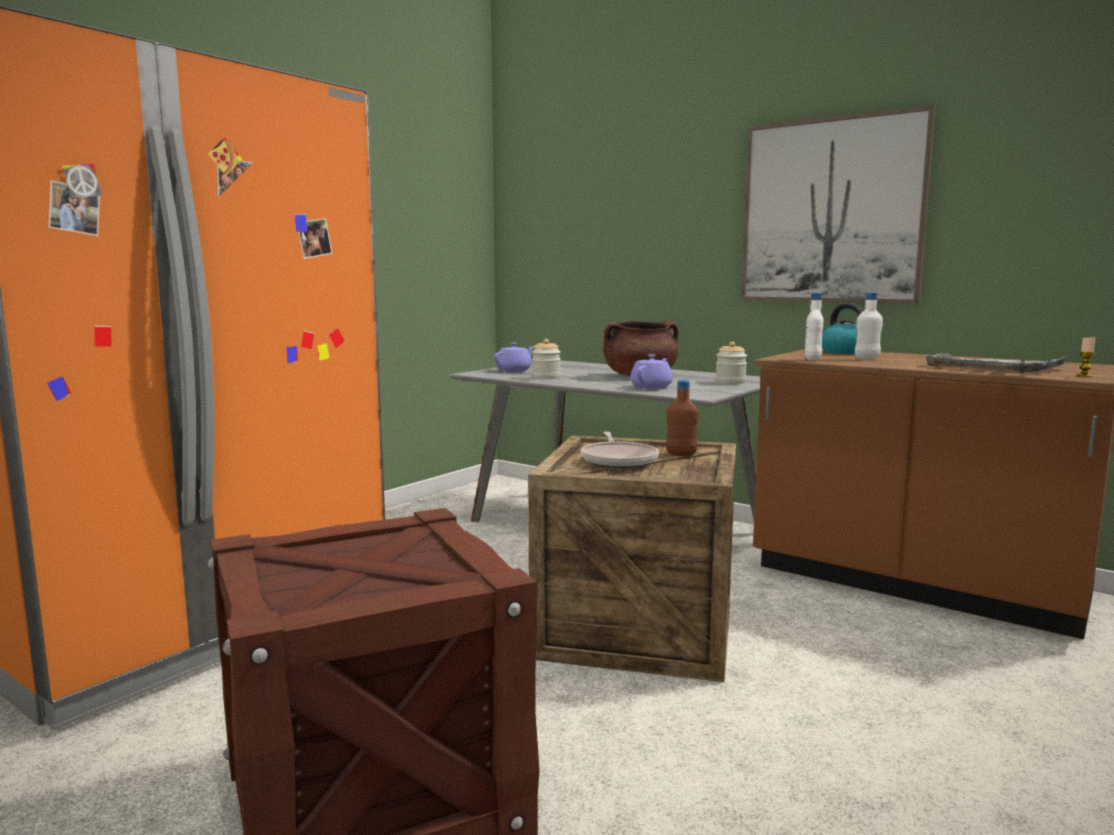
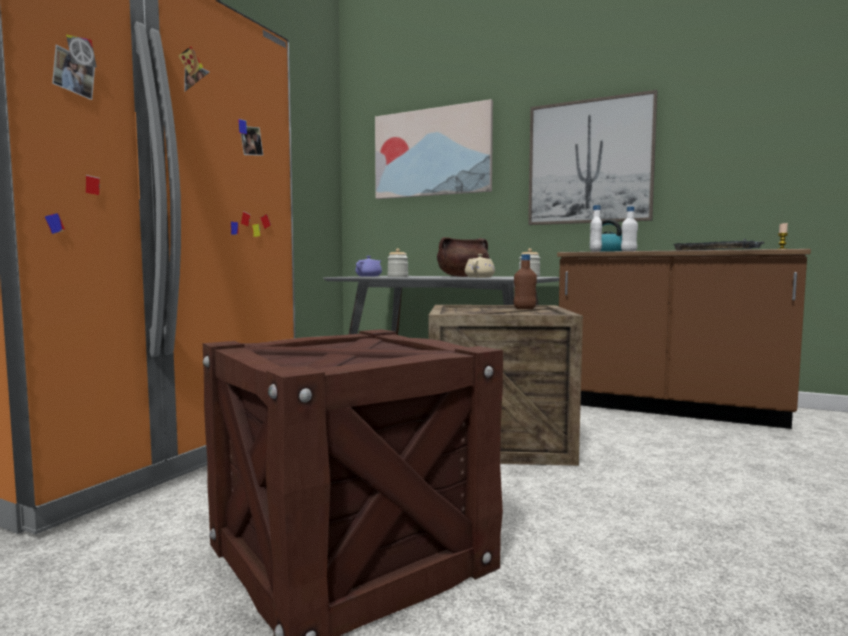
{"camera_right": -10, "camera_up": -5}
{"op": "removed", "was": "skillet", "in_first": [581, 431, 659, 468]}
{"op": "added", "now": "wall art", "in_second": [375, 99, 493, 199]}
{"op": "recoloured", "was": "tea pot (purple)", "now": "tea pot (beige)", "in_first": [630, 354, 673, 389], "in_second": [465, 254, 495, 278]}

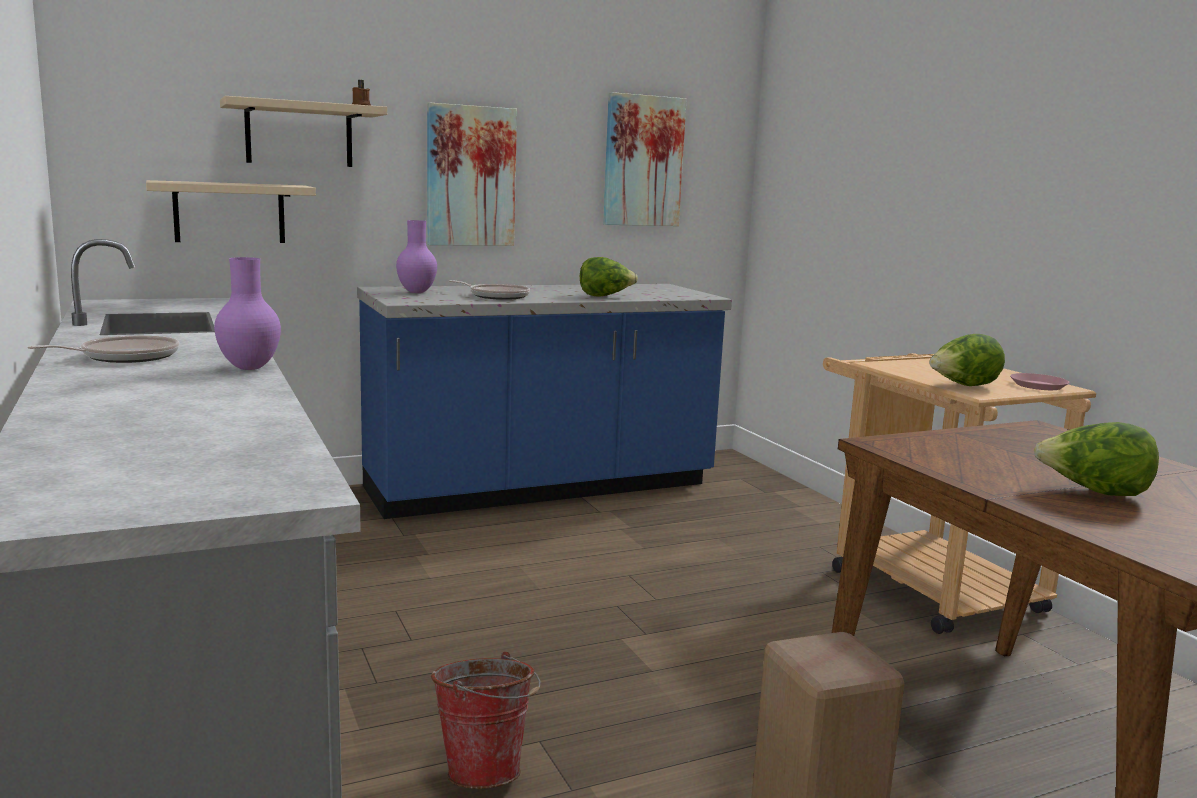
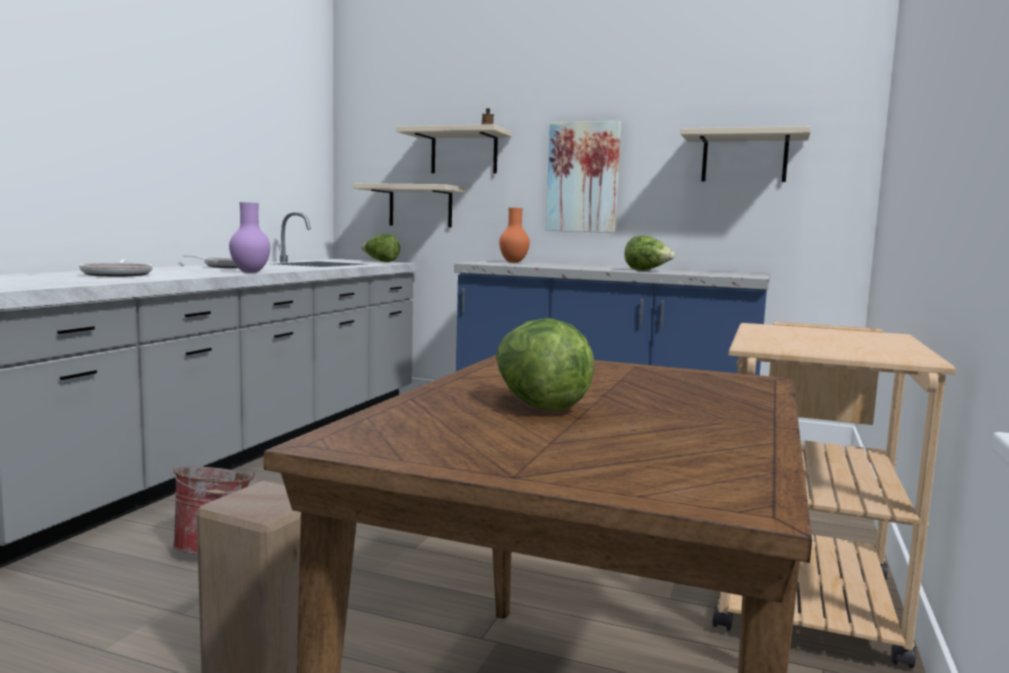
{"camera_right": 45, "camera_up": -5}
{"op": "removed", "was": "plate (pink)", "in_first": [1010, 373, 1069, 390]}
{"op": "moved", "was": "skillet", "in_first": [449, 280, 530, 300], "in_second": [79, 259, 153, 277]}
{"op": "moved", "was": "lettuce head", "in_first": [929, 334, 1005, 386], "in_second": [361, 234, 400, 262]}
{"op": "replaced", "was": "wall art", "now": "wall shelf (beige)", "in_first": [603, 92, 687, 226], "in_second": [680, 126, 811, 182]}
{"op": "recoloured", "was": "decorative vase (purple)", "now": "decorative vase (orangey)", "in_first": [396, 220, 437, 293], "in_second": [499, 208, 530, 263]}

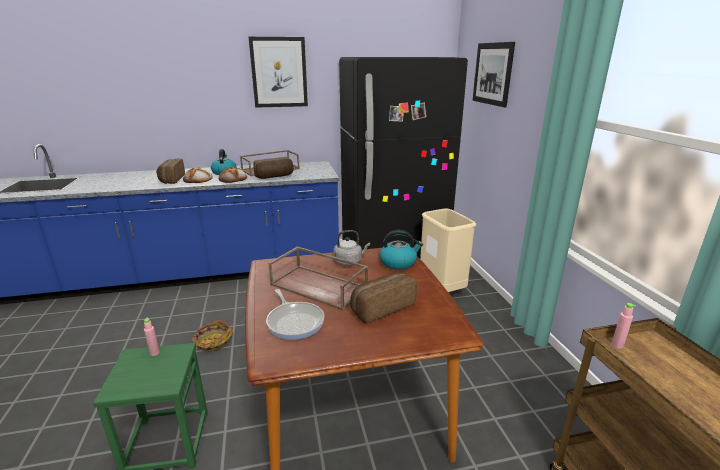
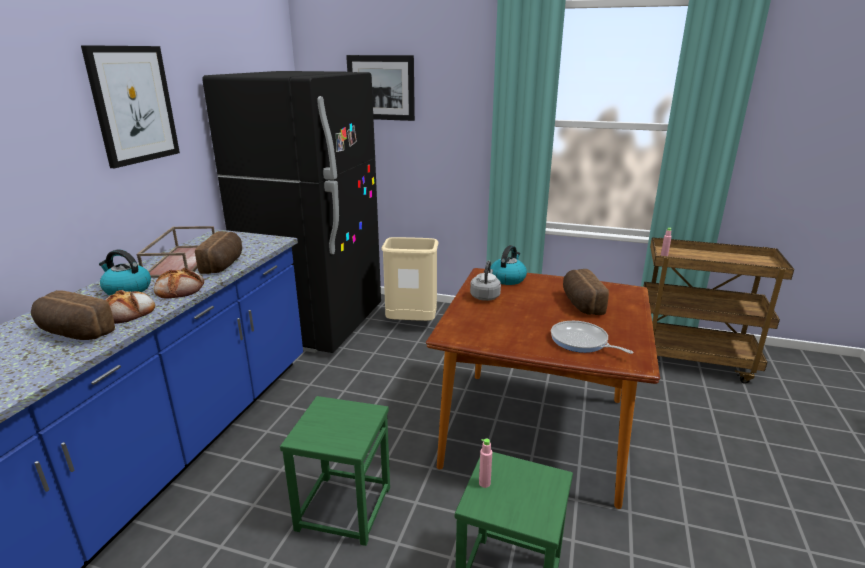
{"camera_right": -60, "camera_up": 0}
{"op": "removed", "was": "serving tray (brown)", "in_first": [268, 246, 368, 310]}
{"op": "replaced", "was": "household basket", "now": "sitting stool (green)", "in_first": [192, 320, 233, 352], "in_second": [280, 396, 390, 546]}
{"op": "turned", "was": "skillet", "in_first": [266, 289, 324, 340], "in_second": [551, 321, 633, 354], "clockwise": -135}

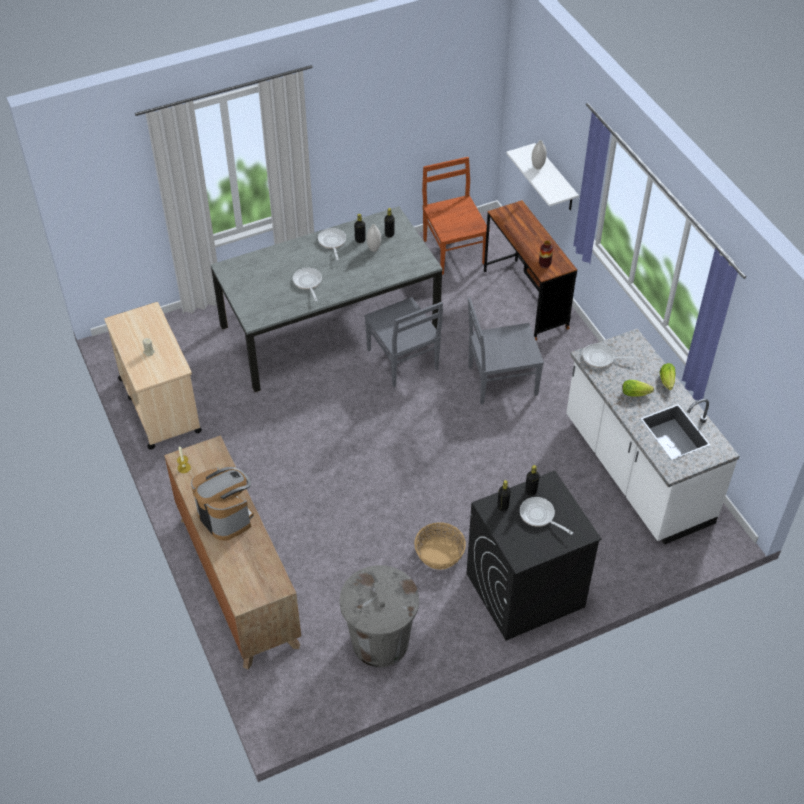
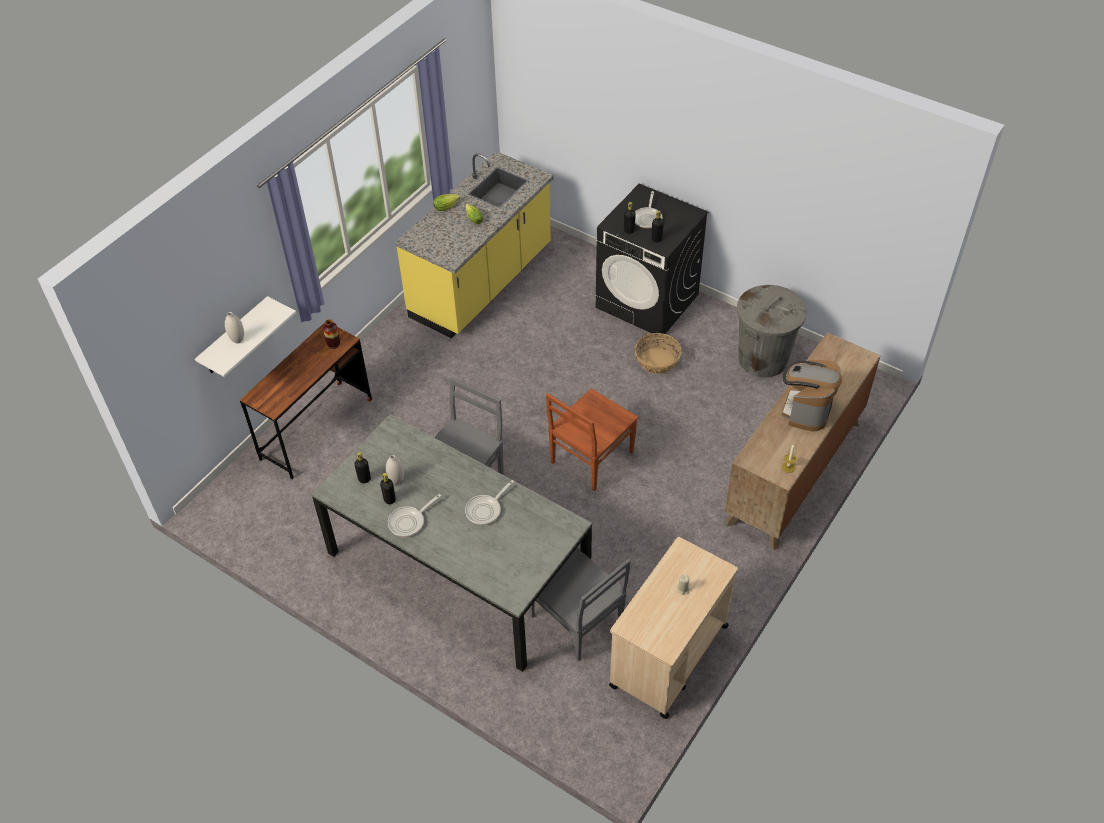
{"camera_right": -120, "camera_up": 0}
{"op": "removed", "was": "skillet", "in_first": [583, 343, 638, 368]}
{"op": "moved", "was": "chair (brown)", "in_first": [422, 157, 490, 275], "in_second": [546, 388, 638, 491]}
{"op": "moved", "was": "chair (gray)", "in_first": [468, 298, 544, 404], "in_second": [529, 548, 631, 661]}
{"op": "recoloured", "was": "kitchen base unit (white-coloured)", "now": "kitchen base unit (yellow)", "in_first": [566, 329, 740, 545], "in_second": [395, 151, 554, 338]}

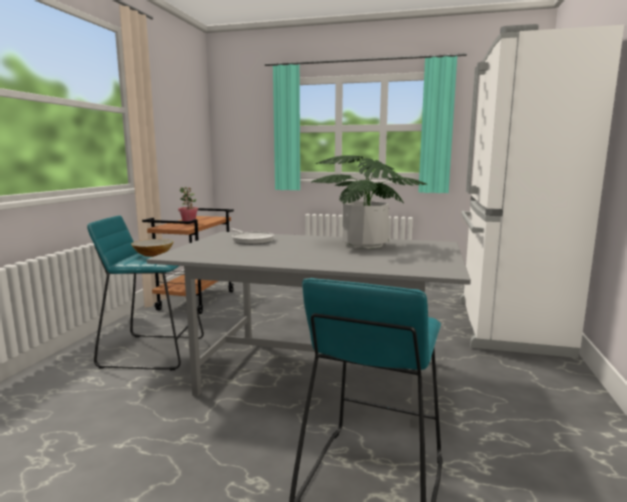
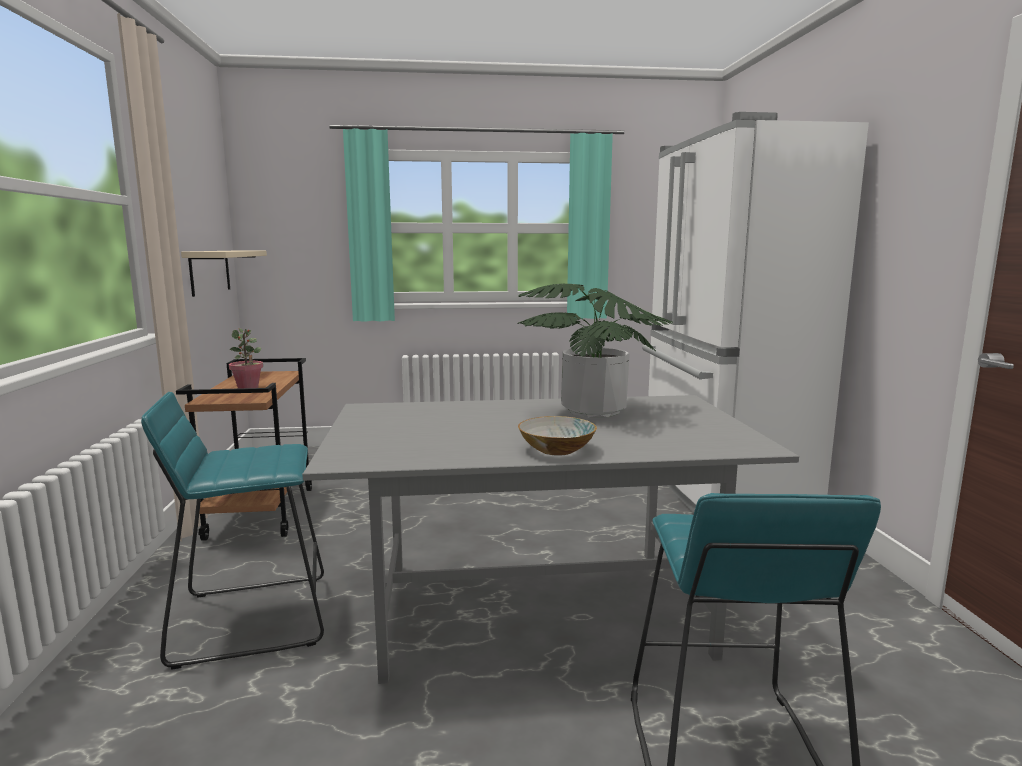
{"camera_right": -20, "camera_up": 0}
{"op": "removed", "was": "skillet", "in_first": [230, 229, 274, 245]}
{"op": "added", "now": "wall shelf (beige)", "in_second": [181, 251, 267, 297]}
{"op": "moved", "was": "serving bowl", "in_first": [131, 239, 174, 257], "in_second": [518, 416, 597, 456]}

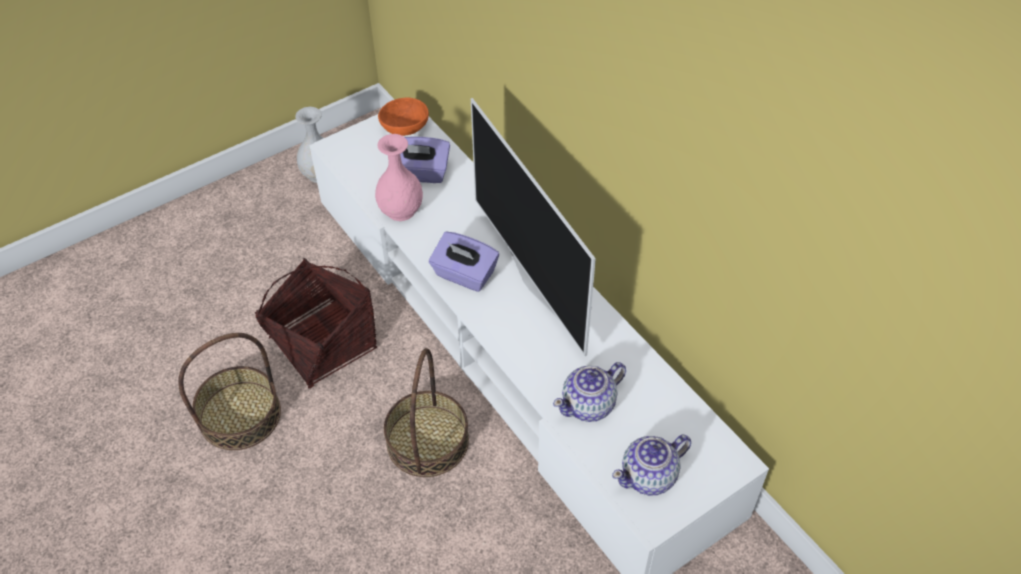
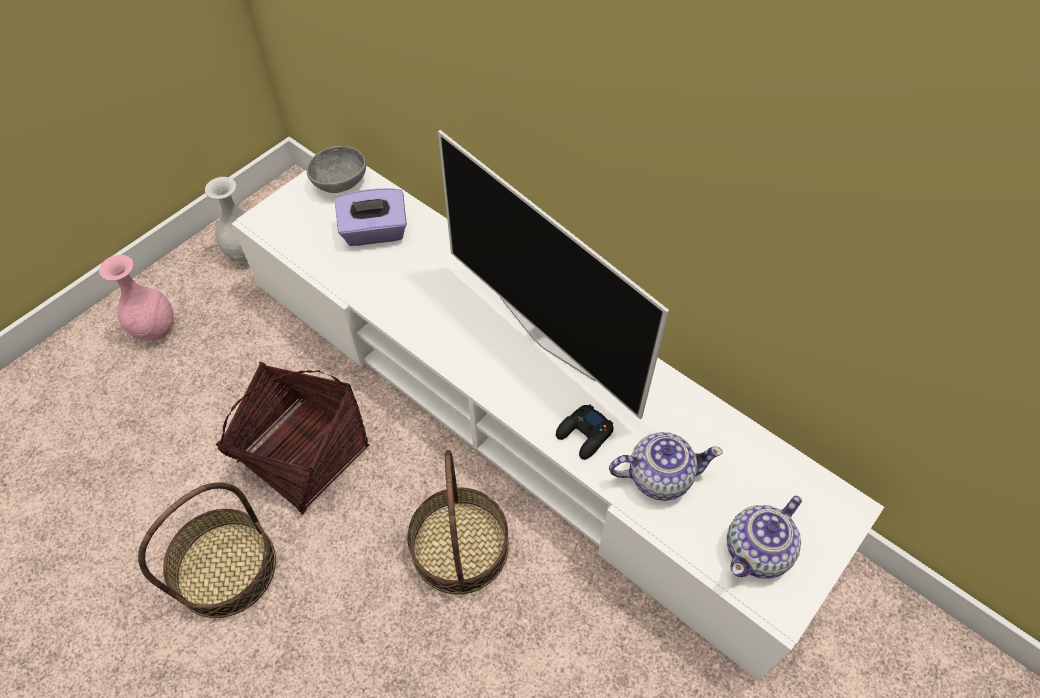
{"camera_right": -15, "camera_up": 5}
{"op": "removed", "was": "tissue holder (purple)", "in_first": [429, 232, 499, 292]}
{"op": "added", "now": "game controller (blackish)", "in_second": [556, 404, 614, 460]}
{"op": "moved", "was": "decorative vase (pink)", "in_first": [375, 134, 423, 221], "in_second": [99, 255, 174, 341]}
{"op": "recoloured", "was": "serving bowl (orangey)", "now": "serving bowl (gray)", "in_first": [378, 97, 429, 136], "in_second": [306, 146, 366, 193]}
{"op": "turned", "was": "tea pot", "in_first": [553, 362, 626, 422], "in_second": [609, 432, 723, 501], "clockwise": -135}

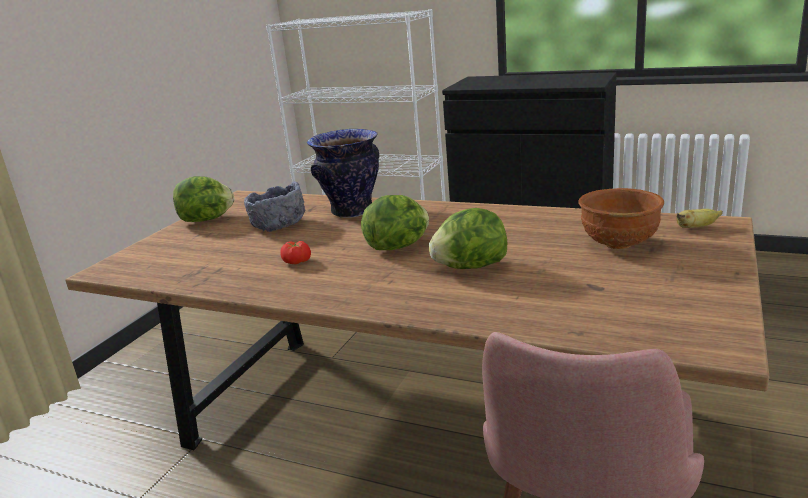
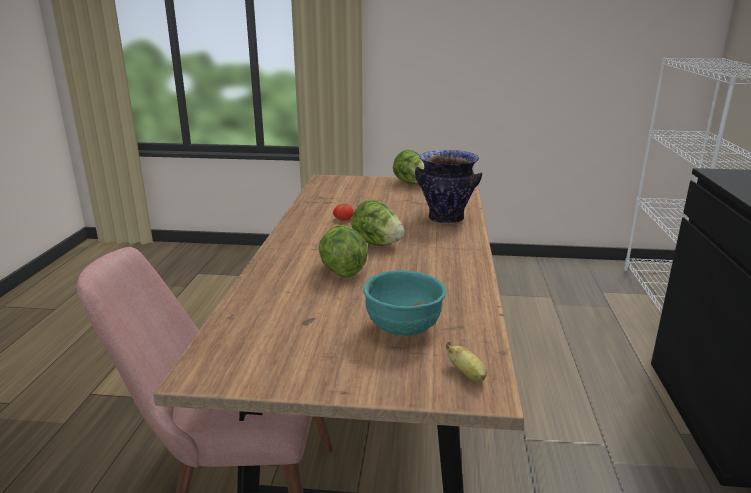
{"camera_right": 70, "camera_up": 0}
{"op": "removed", "was": "serving bowl (gray)", "in_first": [244, 181, 305, 232]}
{"op": "recoloured", "was": "serving bowl (brown)", "now": "serving bowl (blue-green)", "in_first": [578, 188, 664, 249], "in_second": [363, 270, 447, 336]}

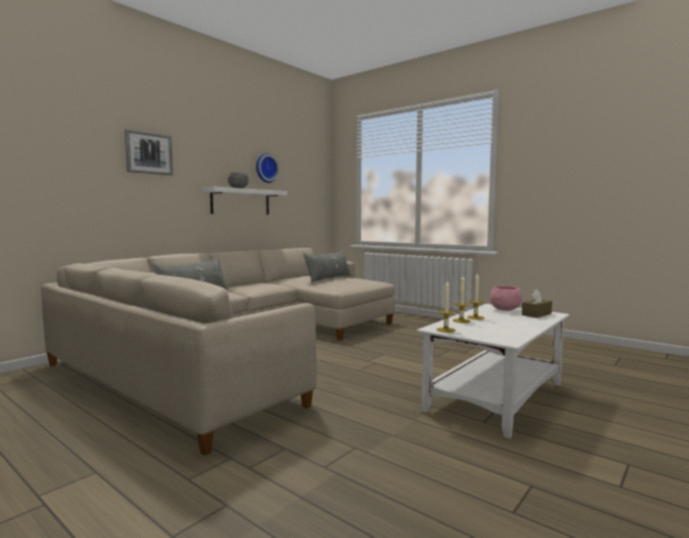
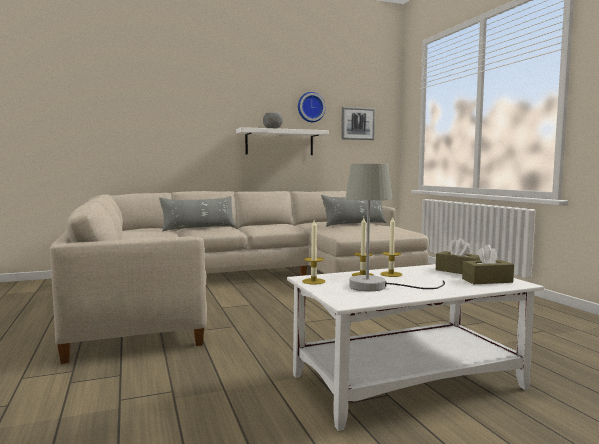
{"camera_right": 30, "camera_up": 0}
{"op": "added", "now": "table lamp (gray)", "in_second": [345, 163, 445, 291]}
{"op": "moved", "was": "wall art", "in_first": [125, 129, 173, 176], "in_second": [341, 107, 375, 140]}
{"op": "replaced", "was": "serving bowl (pink)", "now": "tissue holder (brown)", "in_first": [490, 286, 522, 311], "in_second": [436, 238, 480, 274]}

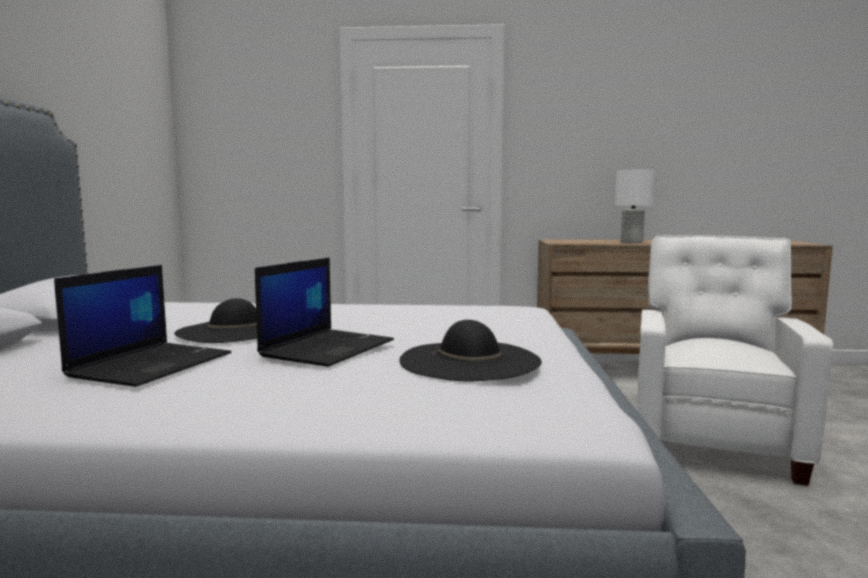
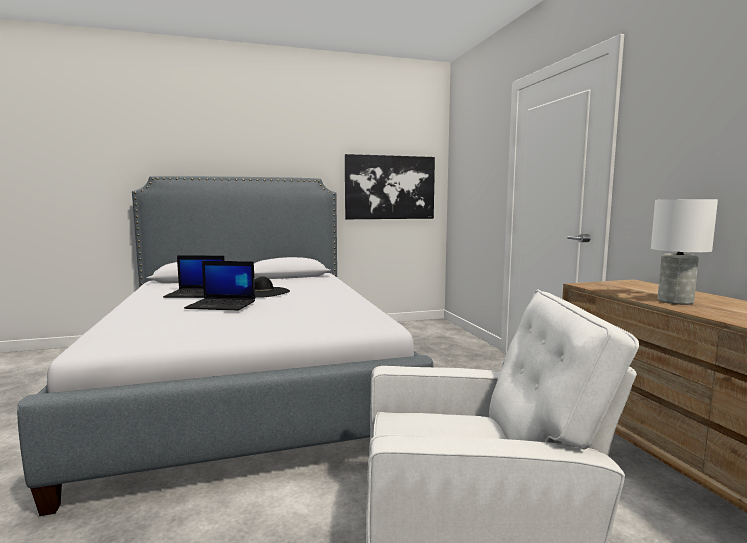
{"camera_right": 70, "camera_up": 0}
{"op": "removed", "was": "hat (blackish)", "in_first": [399, 320, 542, 381]}
{"op": "added", "now": "wall art", "in_second": [345, 154, 435, 219]}

